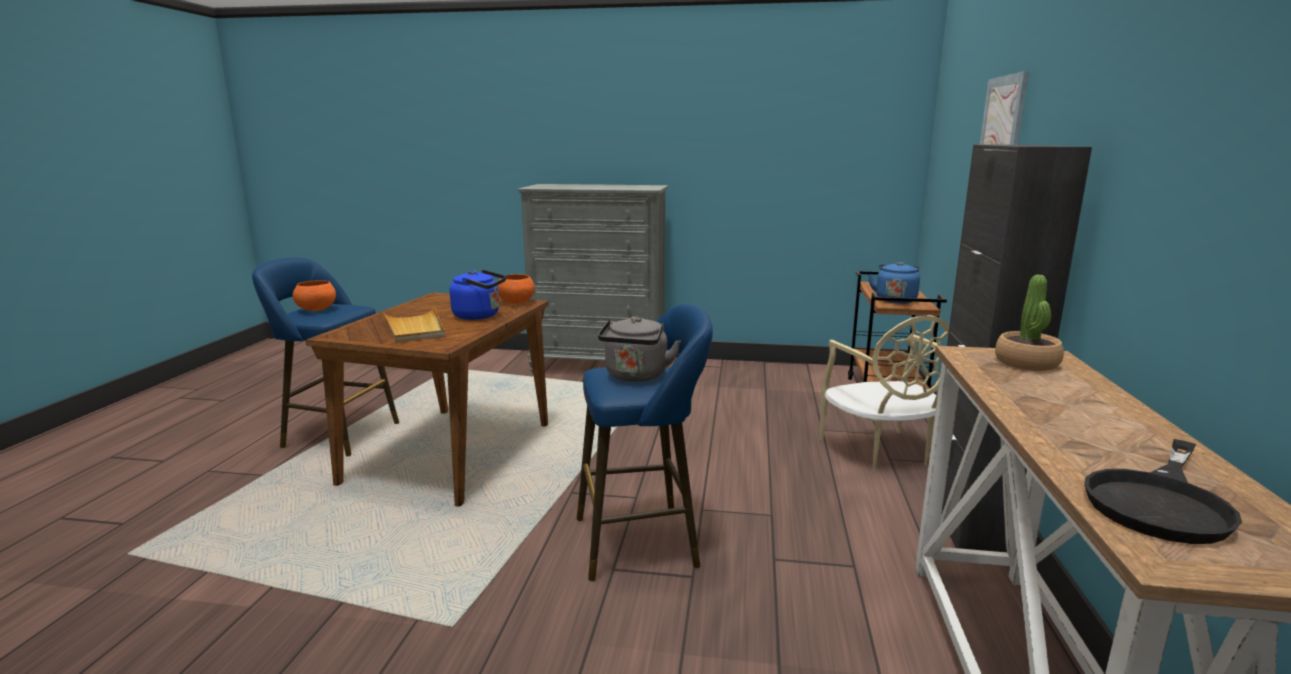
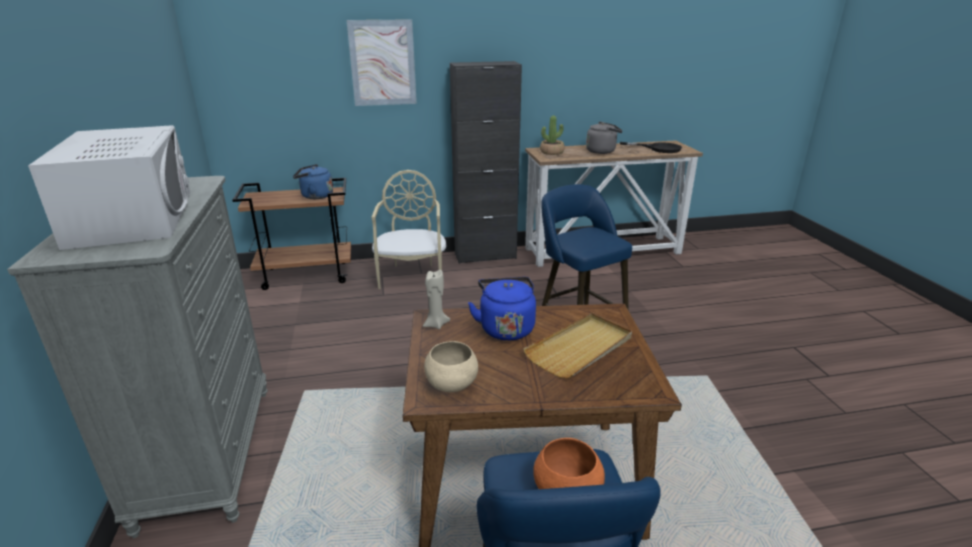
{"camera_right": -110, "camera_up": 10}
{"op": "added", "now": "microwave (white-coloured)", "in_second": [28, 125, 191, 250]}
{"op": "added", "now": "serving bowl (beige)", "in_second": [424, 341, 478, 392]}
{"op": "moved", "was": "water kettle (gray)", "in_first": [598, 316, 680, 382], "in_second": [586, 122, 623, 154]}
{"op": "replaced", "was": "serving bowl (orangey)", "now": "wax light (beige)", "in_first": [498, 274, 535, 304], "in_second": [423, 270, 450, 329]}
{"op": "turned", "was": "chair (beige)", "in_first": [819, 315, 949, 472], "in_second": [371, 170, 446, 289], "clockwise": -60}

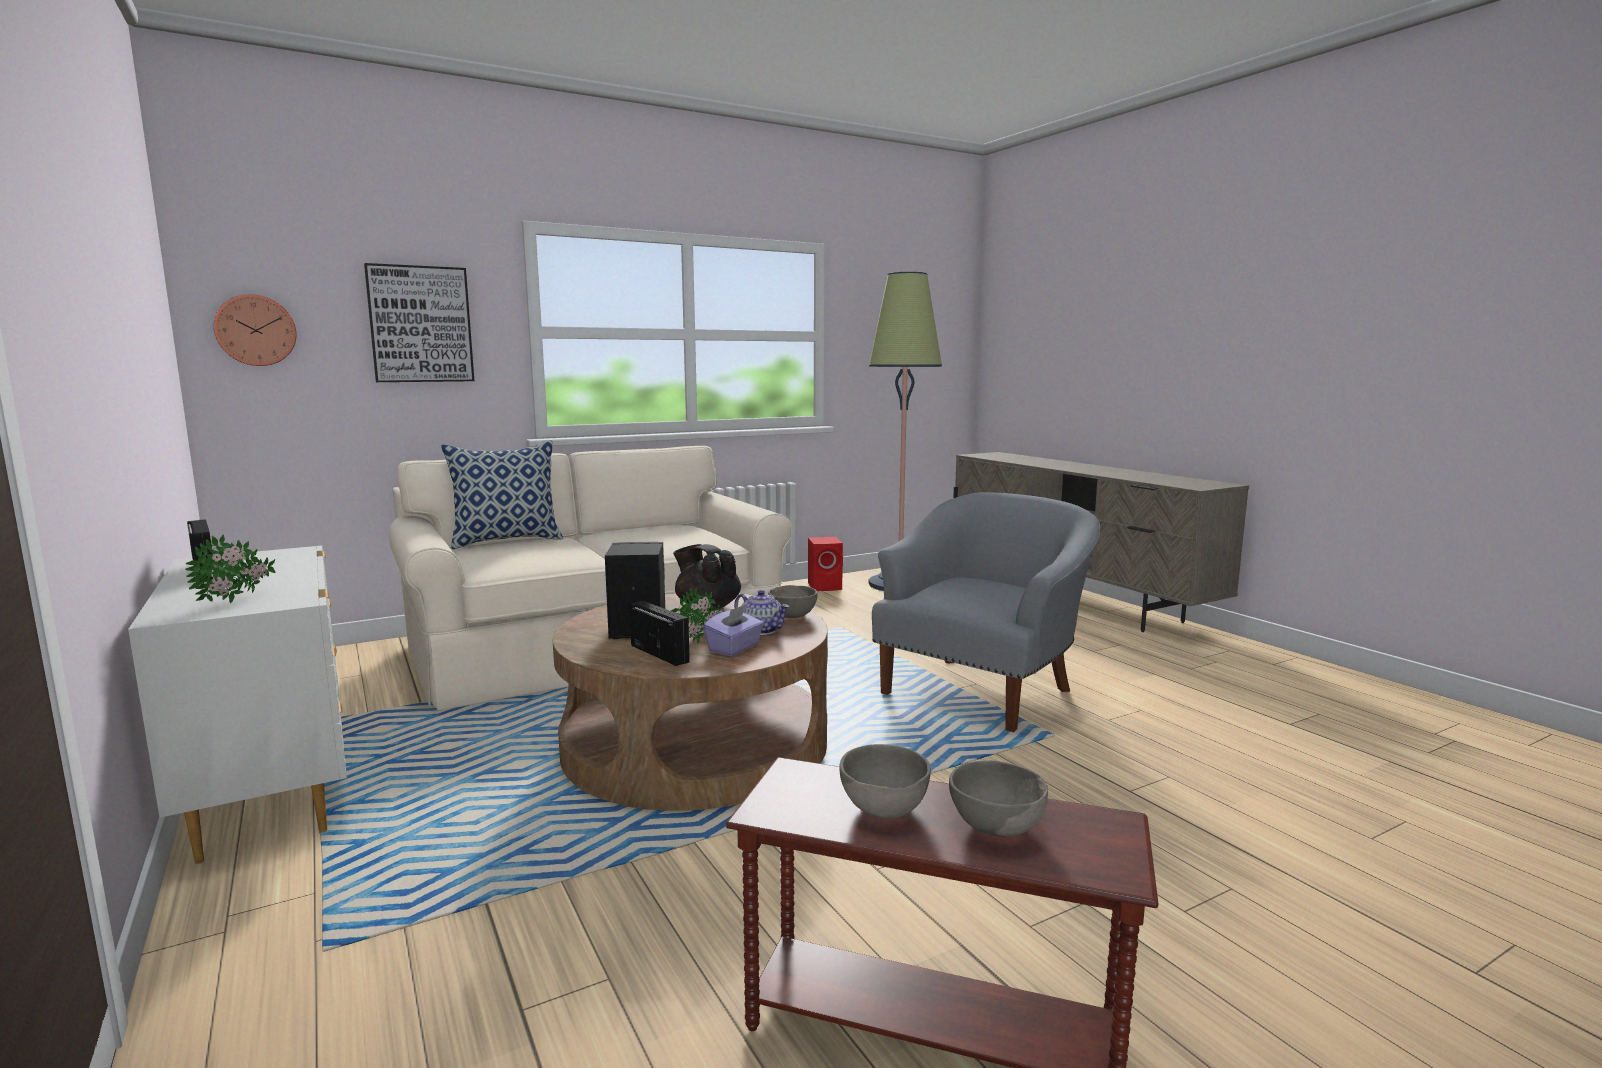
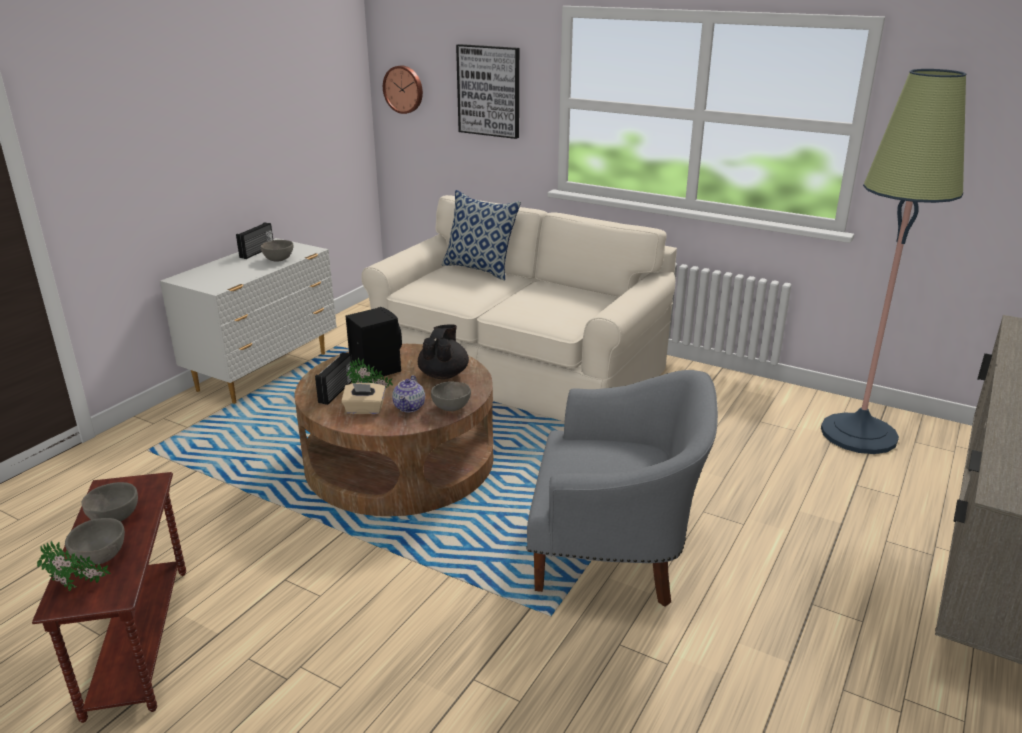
{"camera_right": 60, "camera_up": 15}
{"op": "removed", "was": "loudspeaker (reddish)", "in_first": [808, 537, 843, 591]}
{"op": "added", "now": "serving bowl (gray)", "in_second": [261, 240, 293, 261]}
{"op": "moved", "was": "houseplant", "in_first": [185, 534, 275, 603], "in_second": [37, 541, 111, 591]}
{"op": "recoloured", "was": "tissue holder (purple)", "now": "tissue holder (beige)", "in_first": [703, 604, 764, 656], "in_second": [341, 383, 386, 414]}

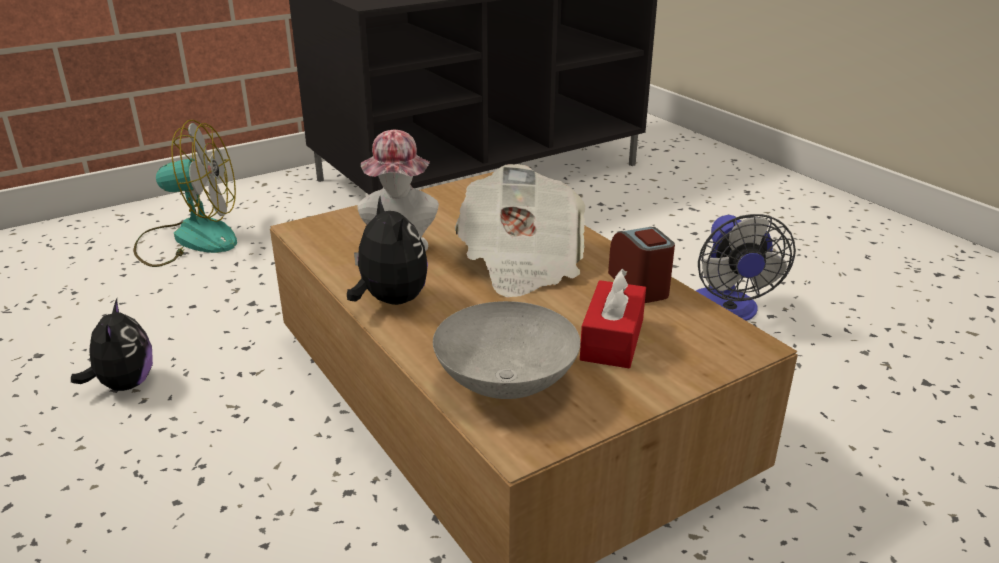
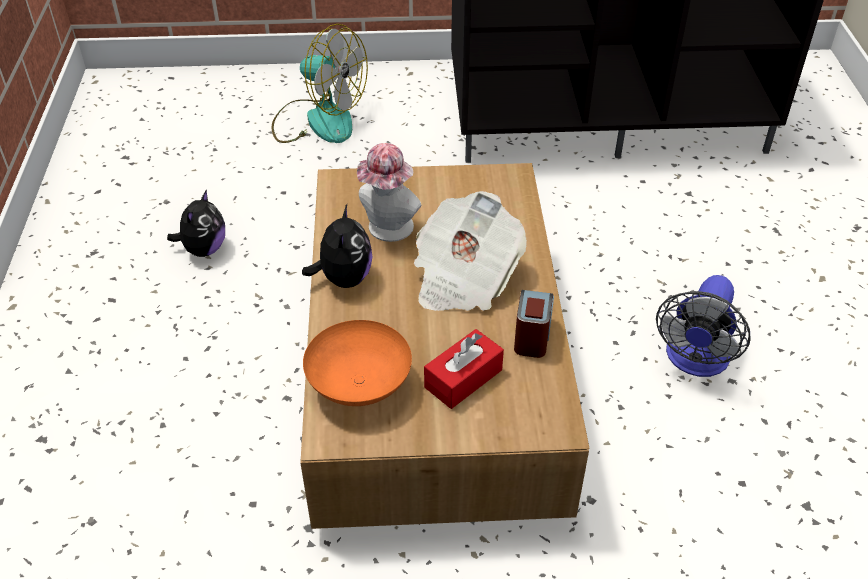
{"camera_right": 30, "camera_up": 15}
{"op": "recoloured", "was": "serving bowl (gray)", "now": "serving bowl (orangey)", "in_first": [433, 301, 580, 399], "in_second": [303, 320, 412, 406]}

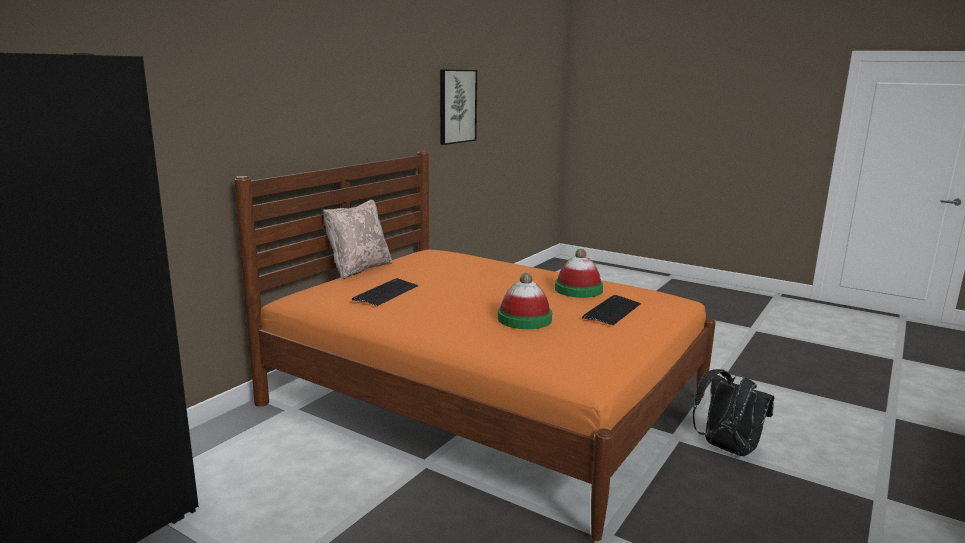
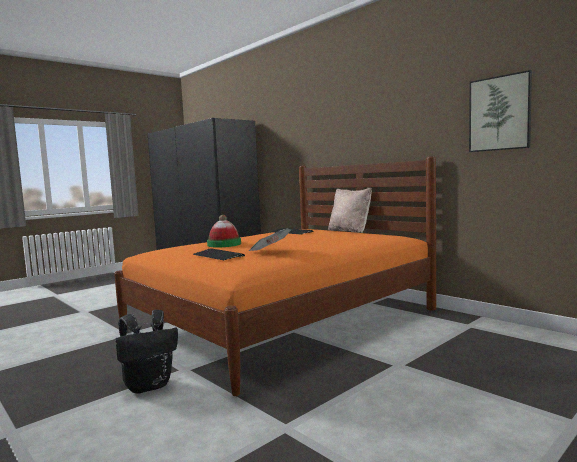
{"camera_right": 105, "camera_up": -10}
{"op": "replaced", "was": "hat", "now": "printed paper", "in_first": [555, 249, 603, 298], "in_second": [248, 228, 291, 251]}

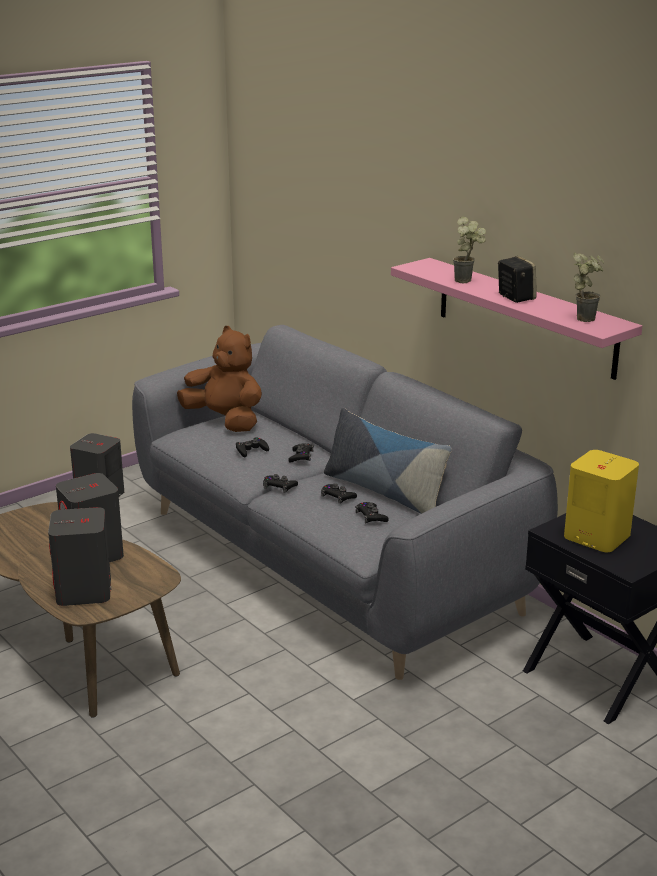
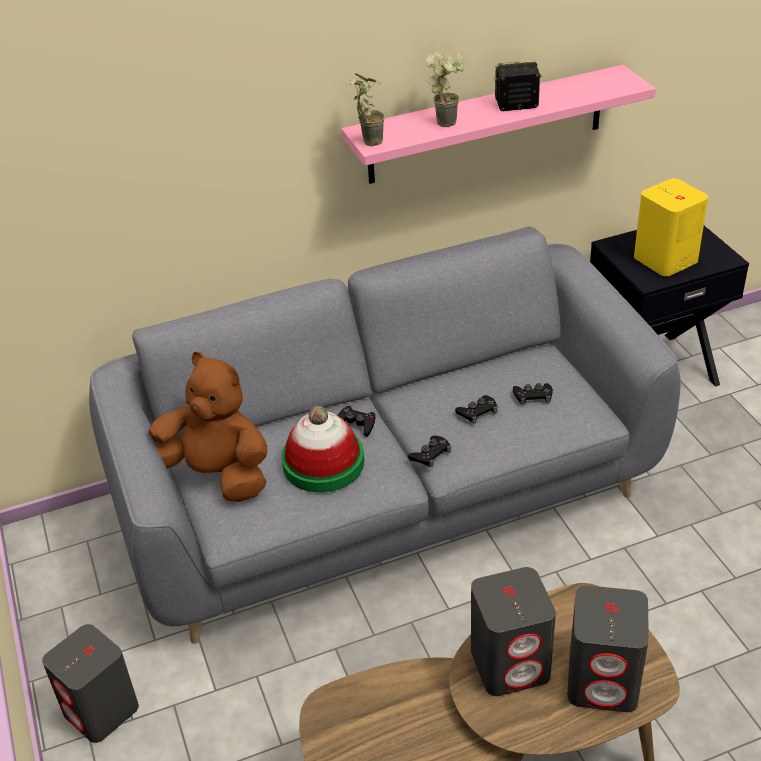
{"camera_right": -70, "camera_up": 15}
{"op": "removed", "was": "cushion", "in_first": [324, 408, 452, 514]}
{"op": "moved", "was": "houseplant", "in_first": [573, 253, 604, 322], "in_second": [350, 73, 385, 146]}
{"op": "replaced", "was": "game controller (blackish)", "now": "hat", "in_first": [236, 437, 269, 458], "in_second": [281, 406, 364, 492]}
{"op": "turned", "was": "plush toy (brown)", "in_first": [177, 326, 262, 432], "in_second": [148, 352, 267, 502], "clockwise": 60}

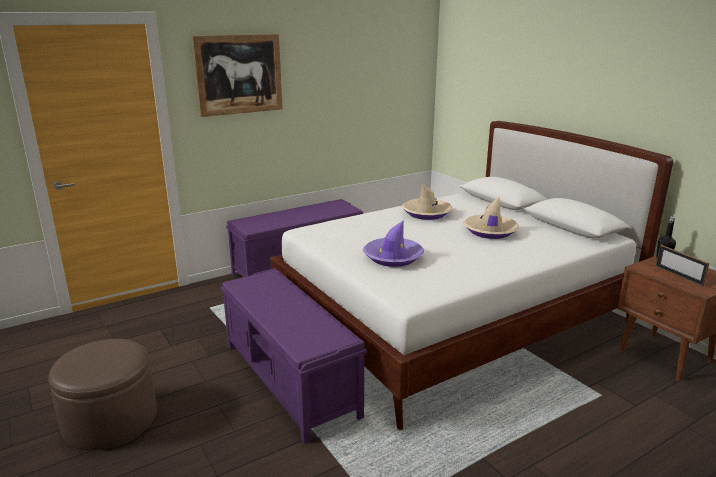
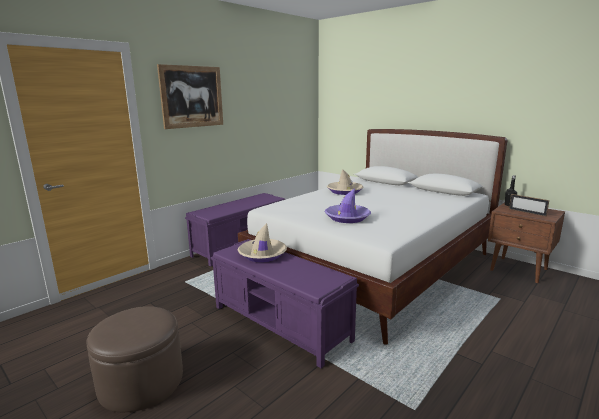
{"camera_right": -15, "camera_up": -5}
{"op": "moved", "was": "hat (beige)", "in_first": [463, 197, 519, 239], "in_second": [238, 223, 287, 262]}

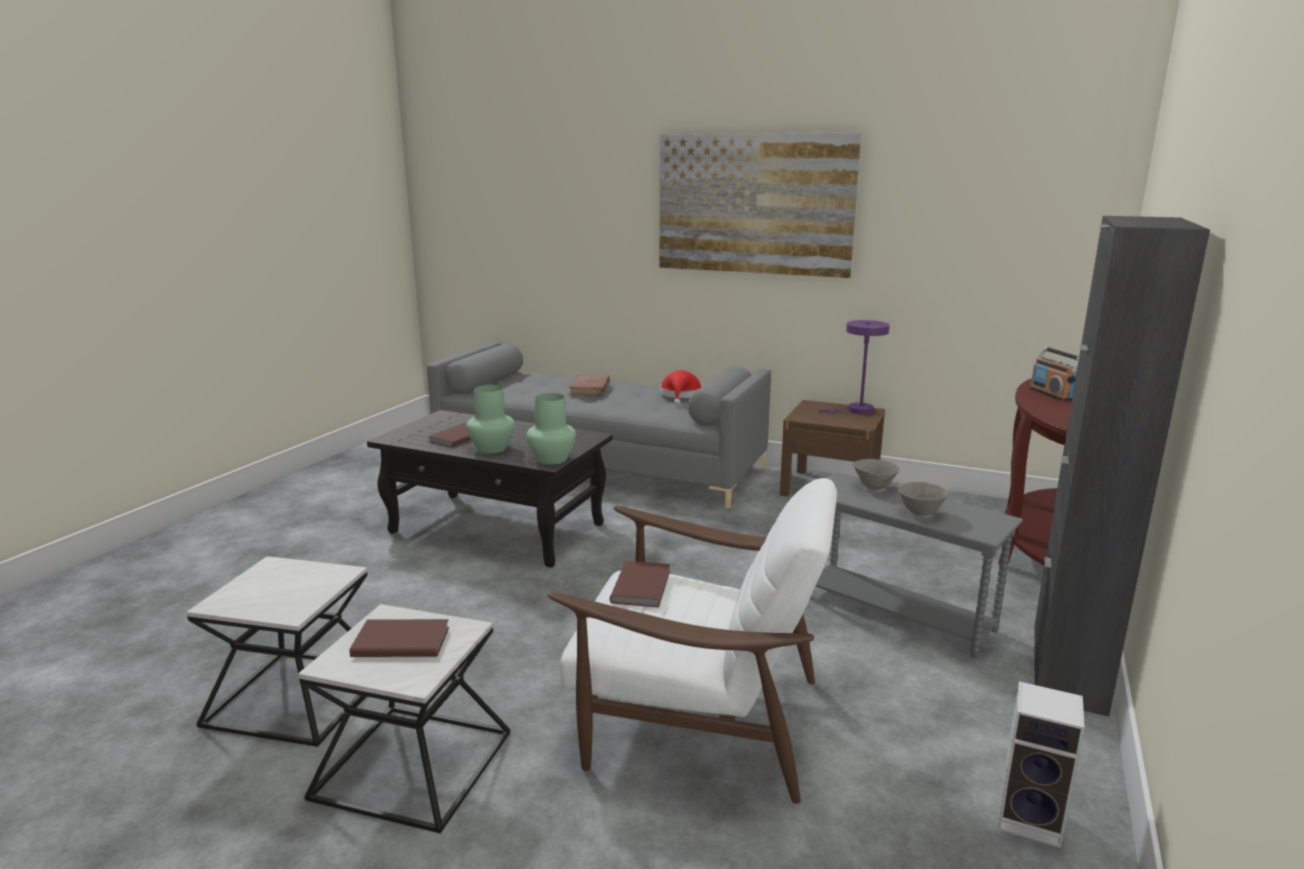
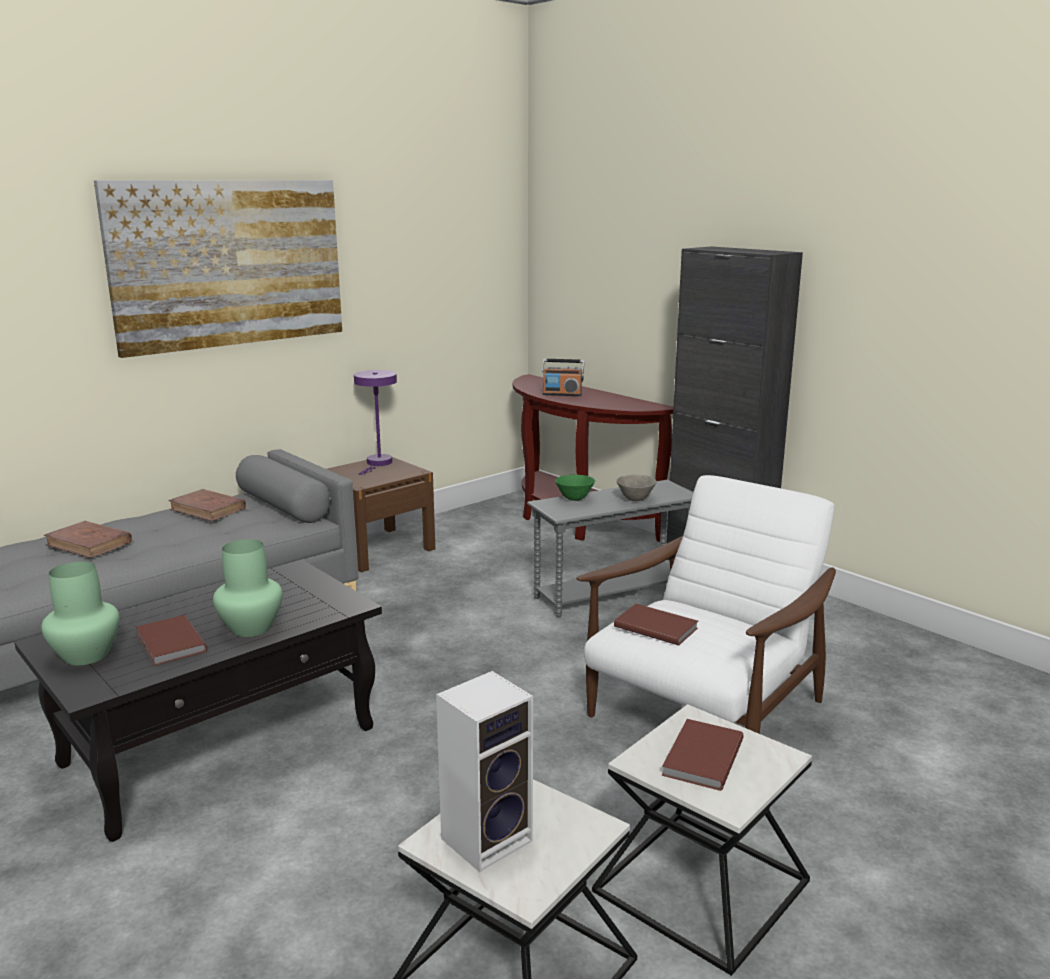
{"camera_right": -65, "camera_up": 0}
{"op": "moved", "was": "decorative vase (green)", "in_first": [526, 393, 576, 465], "in_second": [41, 562, 120, 665]}
{"op": "moved", "was": "loudspeaker", "in_first": [998, 681, 1085, 848], "in_second": [436, 671, 533, 872]}
{"op": "replaced", "was": "hat (reddish)", "now": "book (brown)", "in_first": [660, 370, 702, 405], "in_second": [168, 489, 246, 521]}
{"op": "recoloured", "was": "serving bowl (gray)", "now": "serving bowl (green)", "in_first": [853, 459, 900, 490], "in_second": [555, 475, 595, 501]}

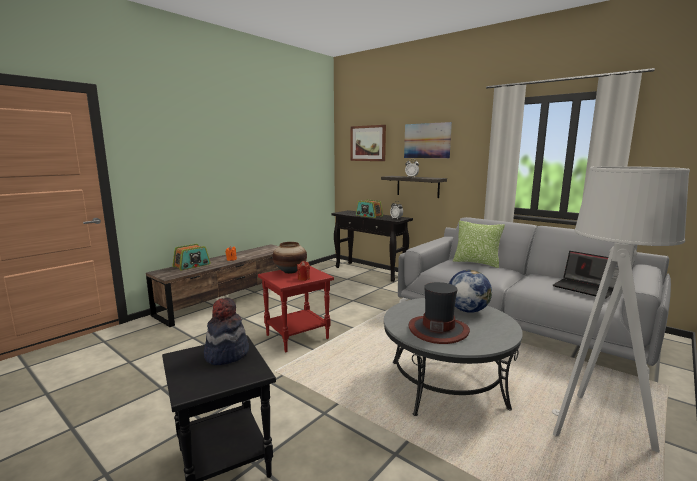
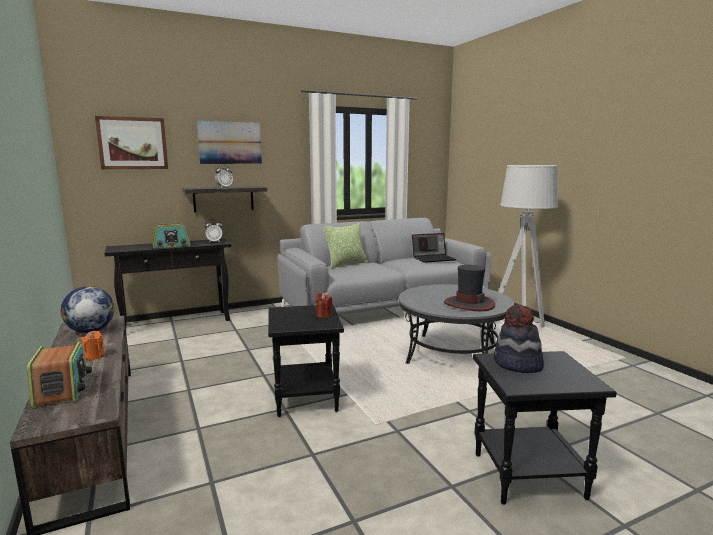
{"camera_right": -65, "camera_up": 0}
{"op": "removed", "was": "decorative vase", "in_first": [272, 242, 307, 274]}
{"op": "moved", "was": "globe", "in_first": [449, 270, 492, 313], "in_second": [61, 286, 114, 333]}
{"op": "recoloured", "was": "accent table (reddish)", "now": "accent table (blackish)", "in_first": [258, 266, 334, 352], "in_second": [268, 304, 344, 417]}

